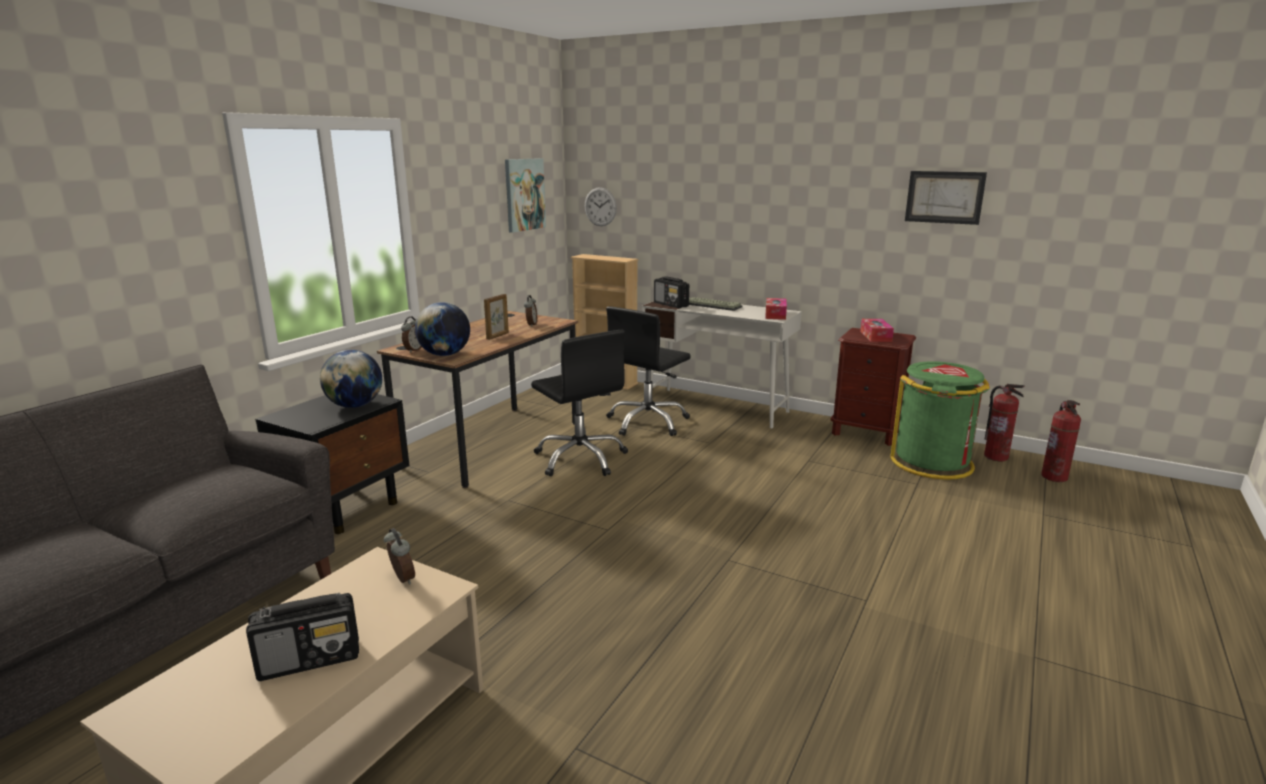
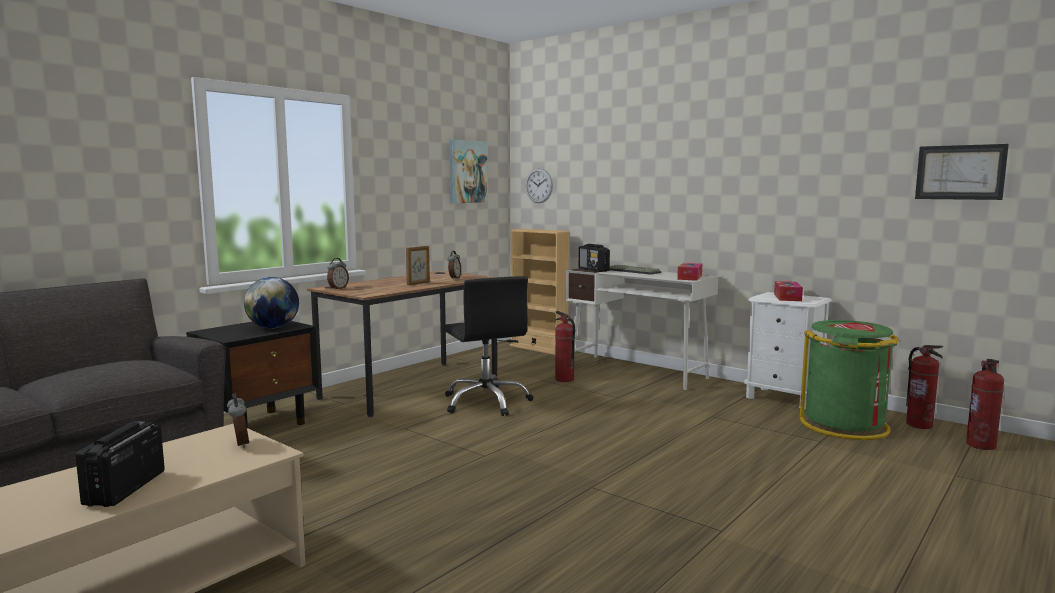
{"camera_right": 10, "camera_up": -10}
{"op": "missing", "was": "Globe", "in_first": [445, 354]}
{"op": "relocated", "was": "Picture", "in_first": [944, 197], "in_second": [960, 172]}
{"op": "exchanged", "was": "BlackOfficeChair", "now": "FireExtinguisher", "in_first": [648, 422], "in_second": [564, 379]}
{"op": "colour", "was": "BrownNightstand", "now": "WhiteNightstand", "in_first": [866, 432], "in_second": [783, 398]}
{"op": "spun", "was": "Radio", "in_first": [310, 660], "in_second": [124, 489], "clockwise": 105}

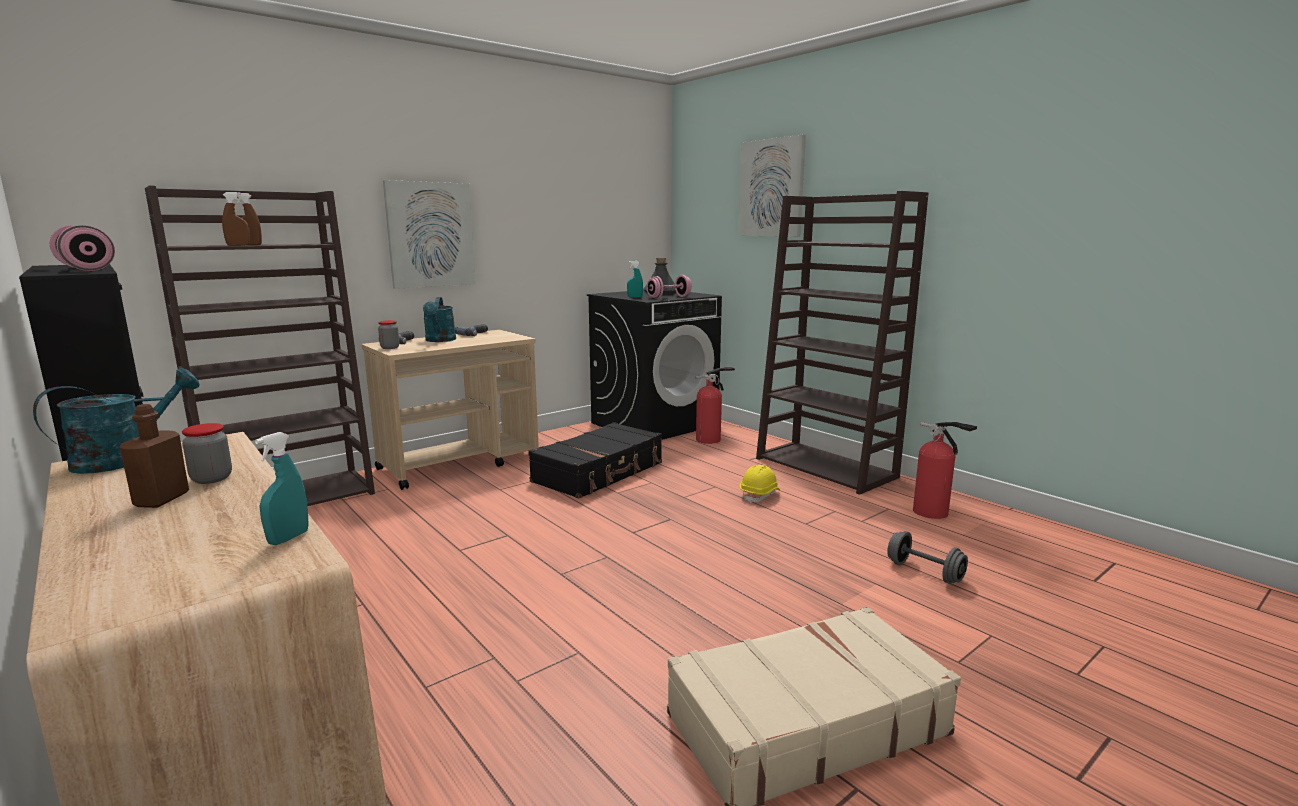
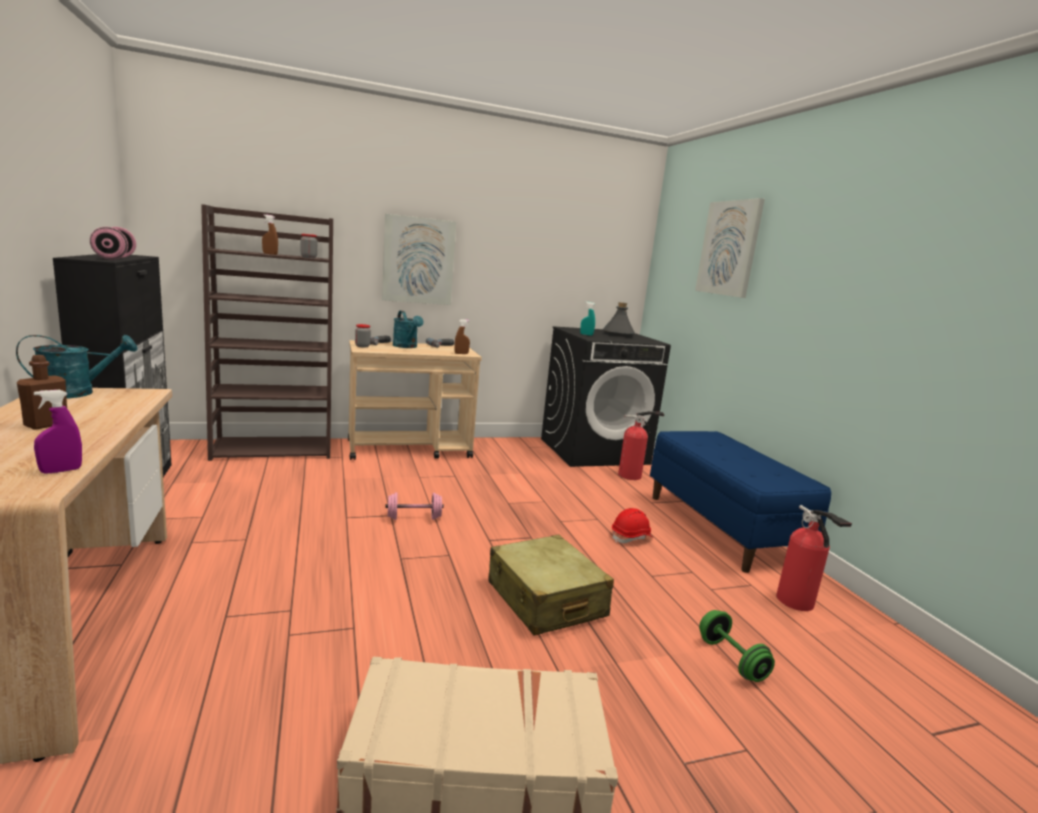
{"camera_right": 20, "camera_up": 0}
{"op": "missing", "was": "BlackSuitcase", "in_first": [599, 473]}
{"op": "appeared", "now": "BeigeSuitcase", "in_second": [545, 600]}
{"op": "relocated", "was": "Jar", "in_first": [211, 478], "in_second": [308, 257]}
{"op": "relocated", "was": "BrownSprayBottle", "in_first": [238, 245], "in_second": [461, 353]}
{"op": "relocated", "was": "PinkDumbbell", "in_first": [669, 297], "in_second": [414, 518]}
{"op": "exchanged", "was": "BrownBookcase", "now": "BlueBench", "in_first": [827, 468], "in_second": [722, 528]}
{"op": "colour", "was": "TurquoiseSprayBottle", "now": "PurpleSprayBottle", "in_first": [288, 538], "in_second": [61, 470]}
{"op": "colour", "was": "YellowHardHat", "now": "RedHardHat", "in_first": [760, 495], "in_second": [631, 537]}
{"op": "colour", "was": "GreyDumbbell", "now": "GreenDumbbell", "in_first": [924, 572], "in_second": [731, 660]}
{"op": "spun", "was": "TurquoiseWateringCan", "in_first": [440, 340], "in_second": [407, 346], "clockwise": -45}

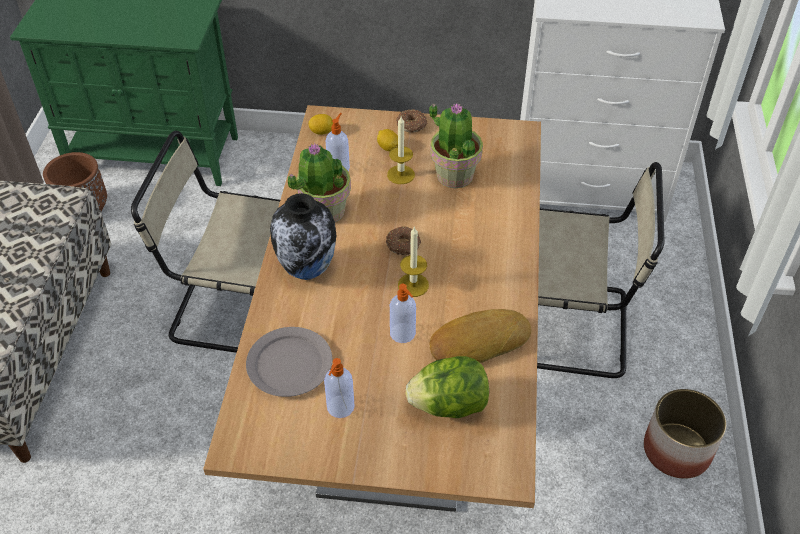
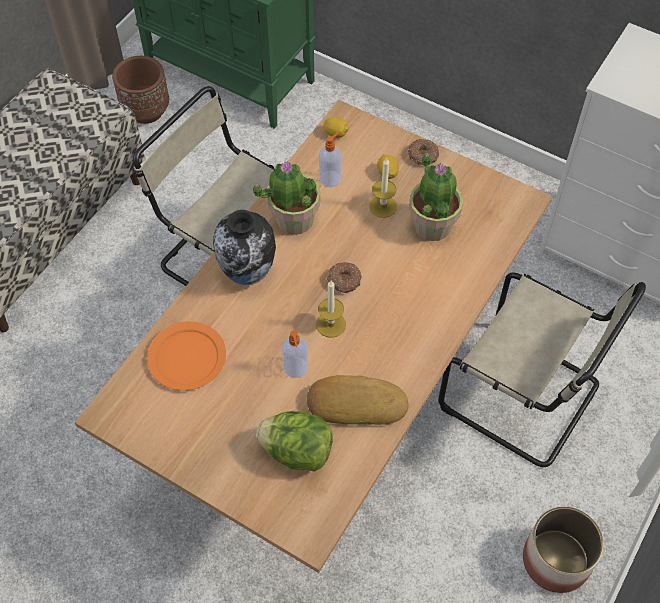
{"camera_right": 25, "camera_up": 10}
{"op": "missing", "was": "SoapDispenser", "in_first": [340, 407]}
{"op": "colour", "was": "GreyPlate", "now": "OrangePlate", "in_first": [290, 364], "in_second": [187, 358]}

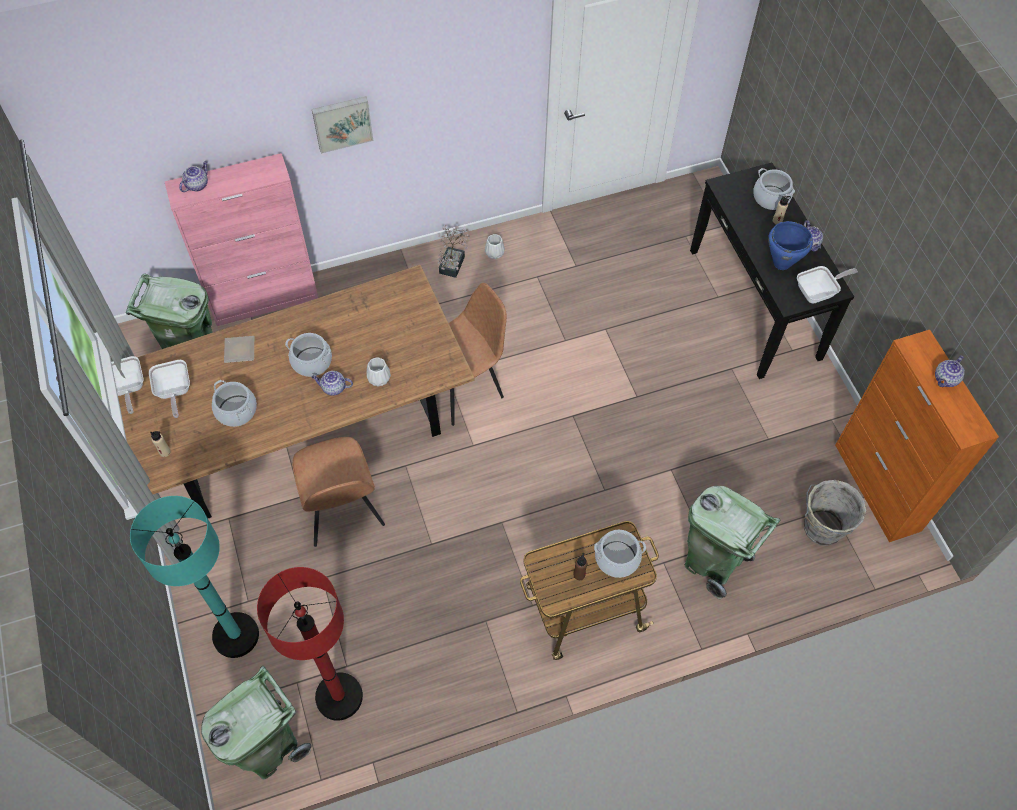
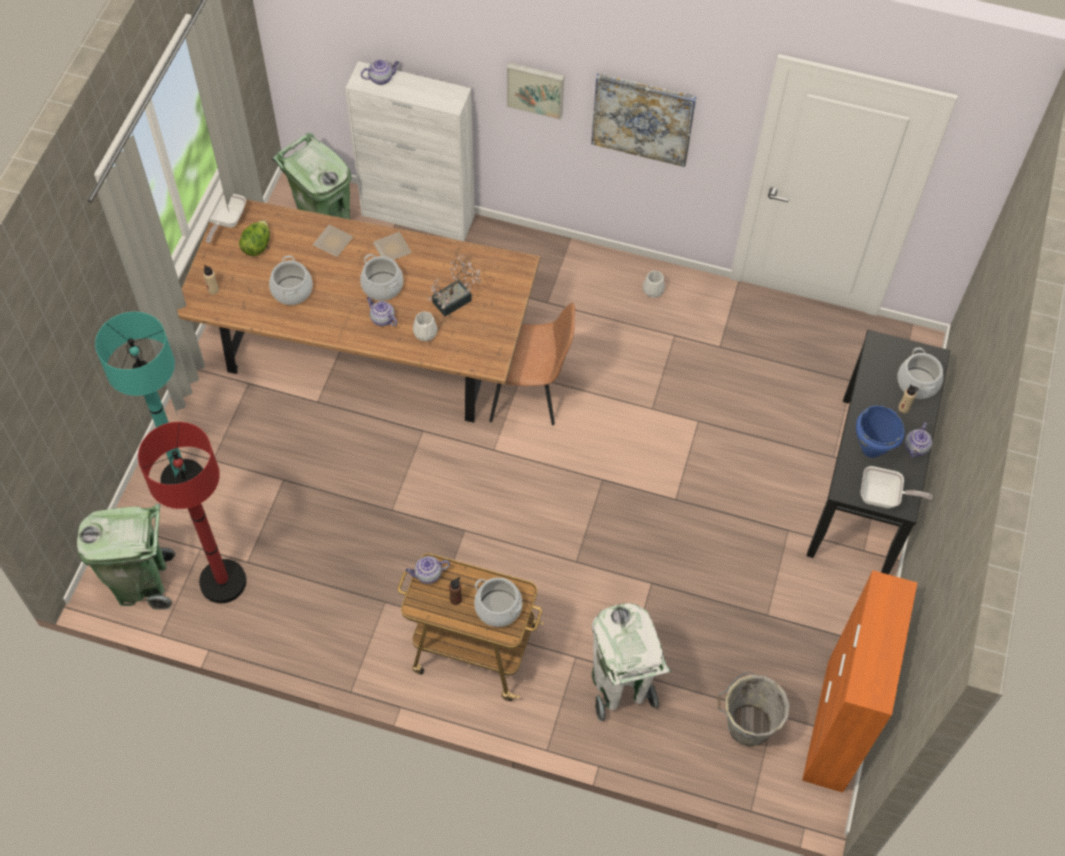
{"camera_right": 35, "camera_up": 0}
{"op": "missing", "was": "BrownChair", "in_first": [342, 510]}
{"op": "appeared", "now": "Plate", "in_second": [392, 247]}
{"op": "appeared", "now": "Picture", "in_second": [643, 119]}
{"op": "relocated", "was": "PottedPlant", "in_first": [453, 262], "in_second": [456, 299]}
{"op": "relocated", "was": "Teapot", "in_first": [945, 379], "in_second": [428, 574]}
{"op": "exchanged", "was": "FryingPan", "now": "Lettuce", "in_first": [174, 392], "in_second": [257, 246]}
{"op": "colour", "was": "PinkCabinet", "now": "WhiteCabinet", "in_first": [265, 300], "in_second": [418, 216]}
{"op": "colour", "was": "GreenTrashCan", "now": "WhiteTrashCan", "in_first": [713, 563], "in_second": [620, 687]}

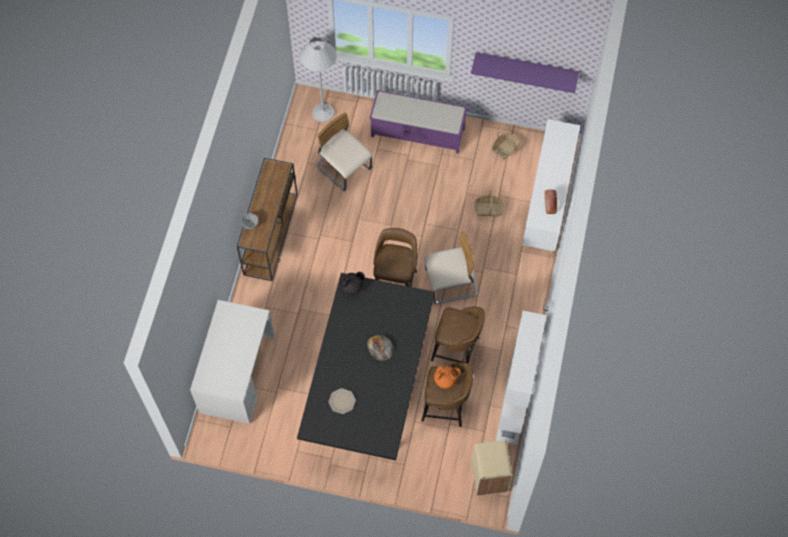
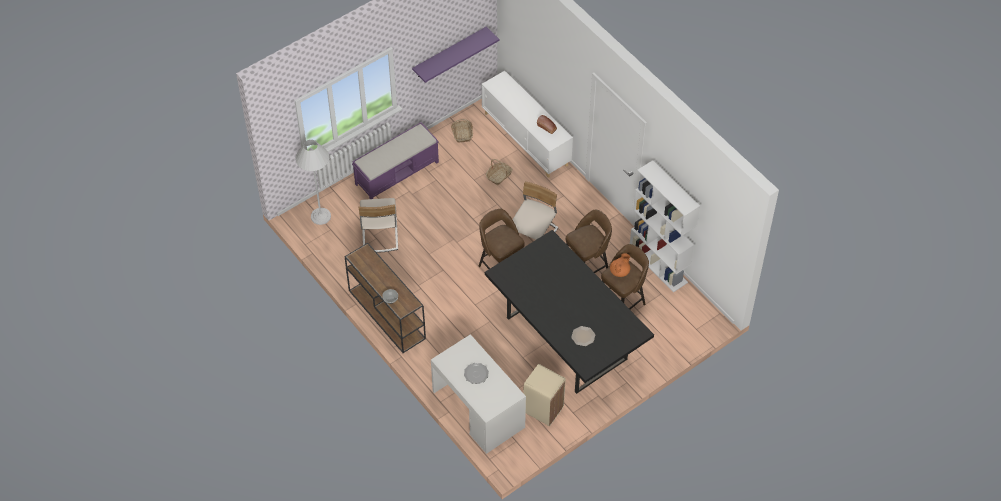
{"camera_right": -50, "camera_up": -10}
{"op": "missing", "was": "BlackTeapot", "in_first": [352, 286]}
{"op": "missing", "was": "Bread", "in_first": [380, 347]}
{"op": "appeared", "now": "Plate", "in_second": [476, 374]}
{"op": "relocated", "was": "BeigeTrashCan", "in_first": [489, 478], "in_second": [543, 410]}
{"op": "spun", "was": "BeigeChair", "in_first": [344, 168], "in_second": [379, 235], "clockwise": -90}

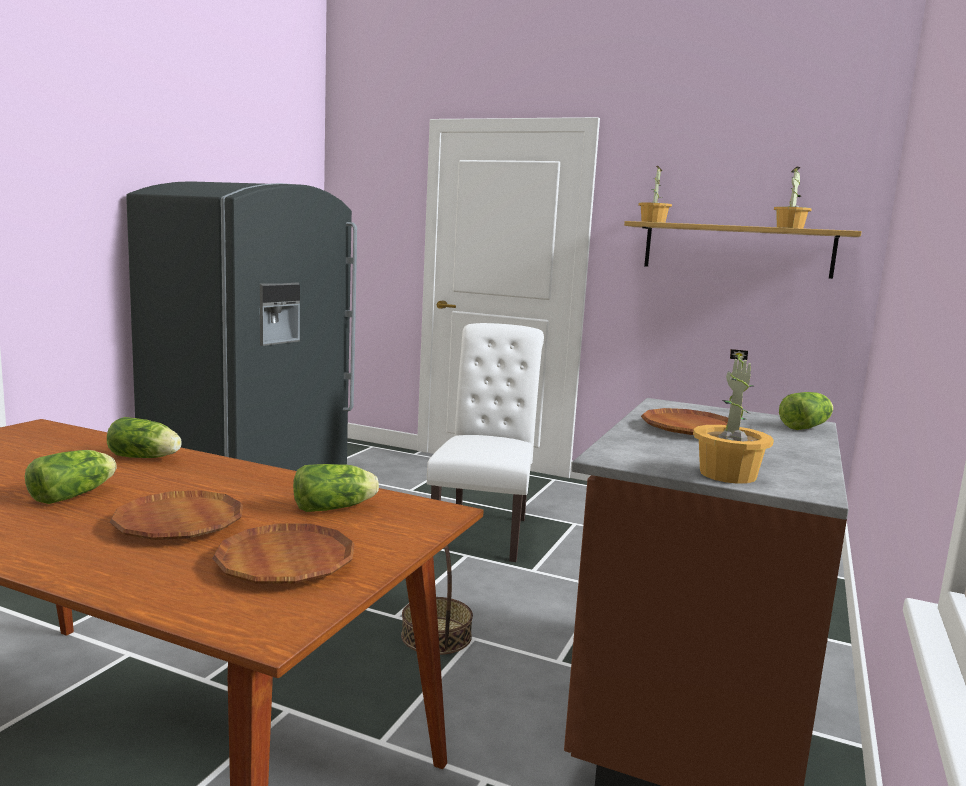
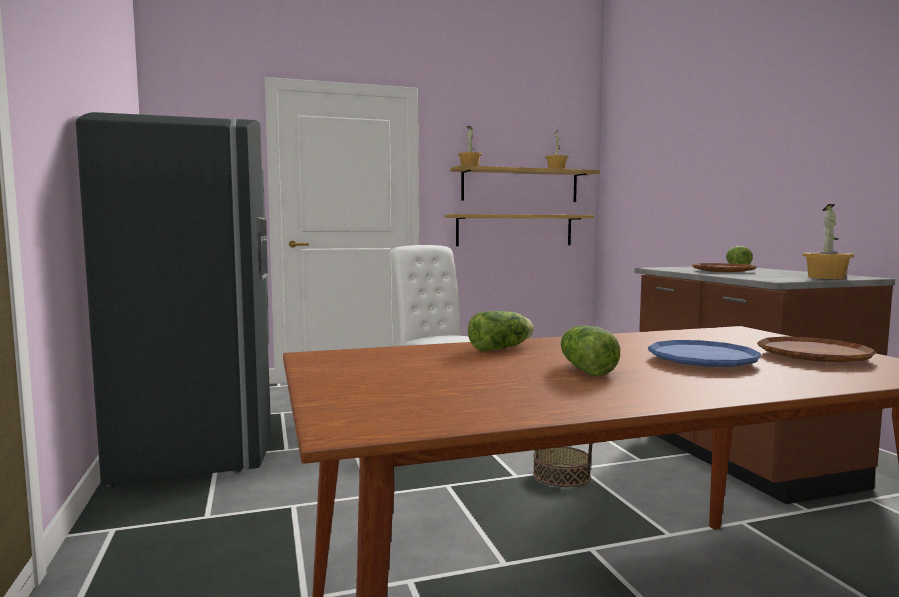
{"camera_right": -40, "camera_up": -5}
{"op": "missing", "was": "Lettuce", "in_first": [336, 508]}
{"op": "appeared", "now": "Shelf", "in_second": [514, 230]}
{"op": "colour", "was": "BrownPlate", "now": "BluePlate", "in_first": [179, 524], "in_second": [702, 361]}

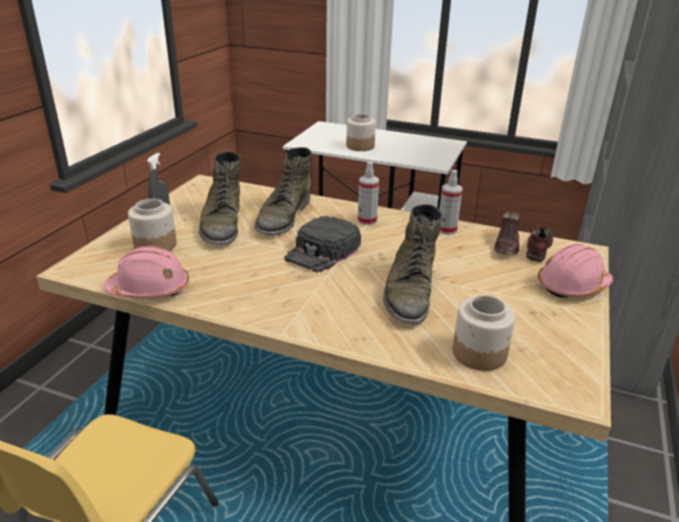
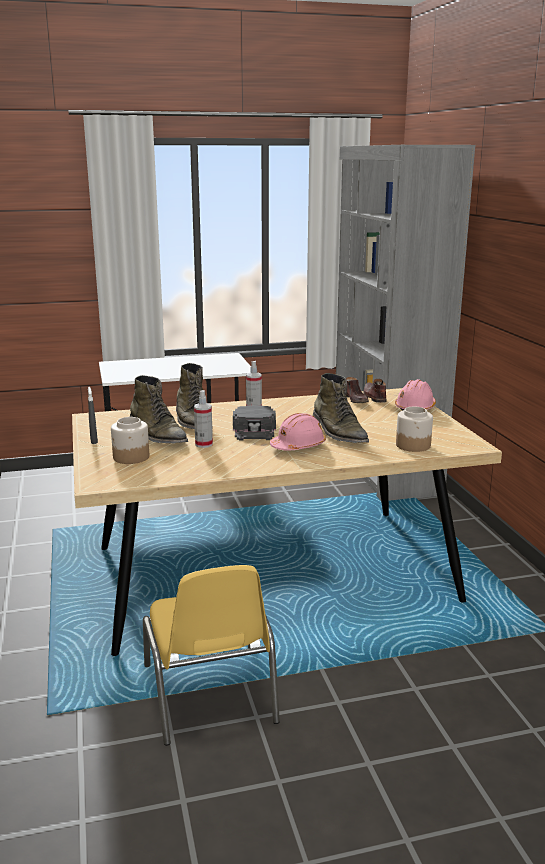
{"camera_right": -35, "camera_up": -10}
{"op": "missing", "was": "Jar", "in_first": [360, 146]}
{"op": "relocated", "was": "PinkHardHat", "in_first": [150, 289], "in_second": [298, 446]}
{"op": "relocated", "was": "SprayBottle", "in_first": [447, 230], "in_second": [204, 444]}

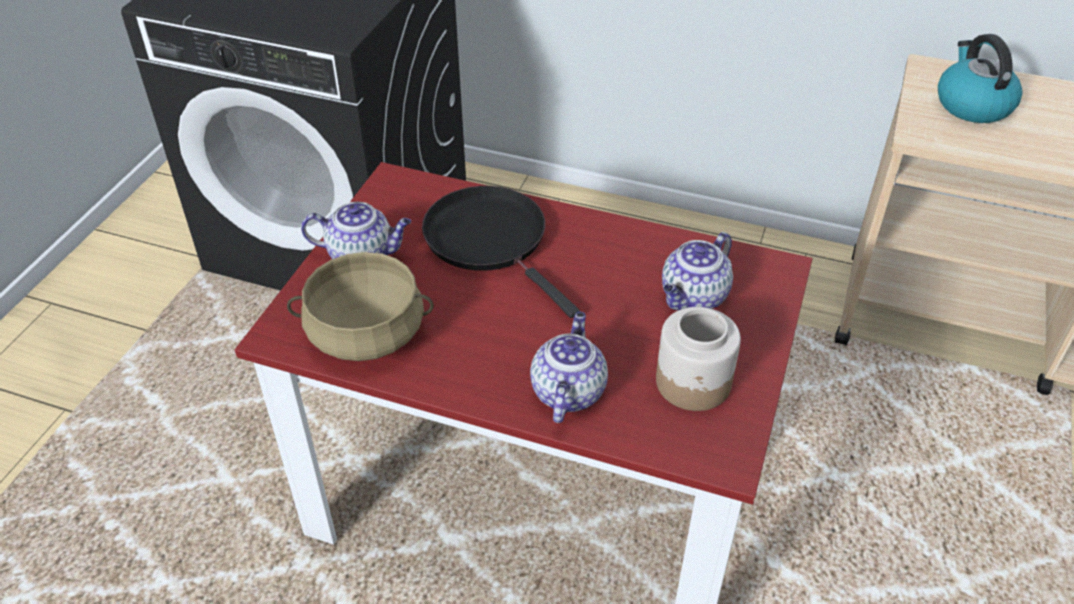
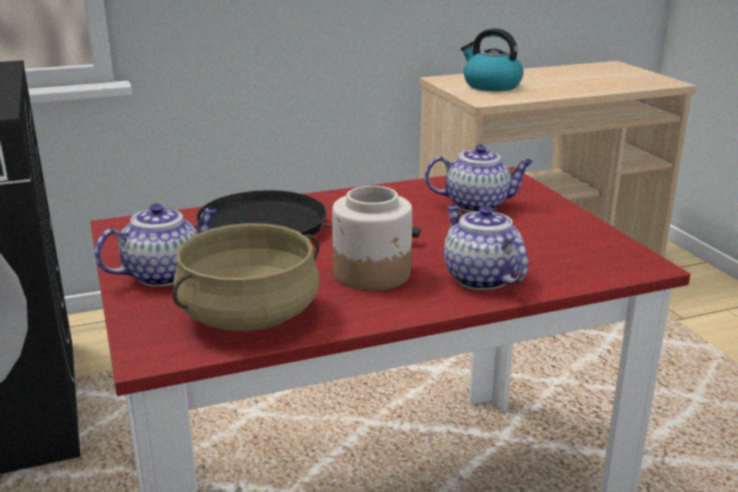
{"camera_right": -40, "camera_up": -20}
{"op": "relocated", "was": "Jar", "in_first": [693, 383], "in_second": [373, 273]}
{"op": "spun", "was": "Teapot", "in_first": [694, 298], "in_second": [478, 205], "clockwise": -90}

